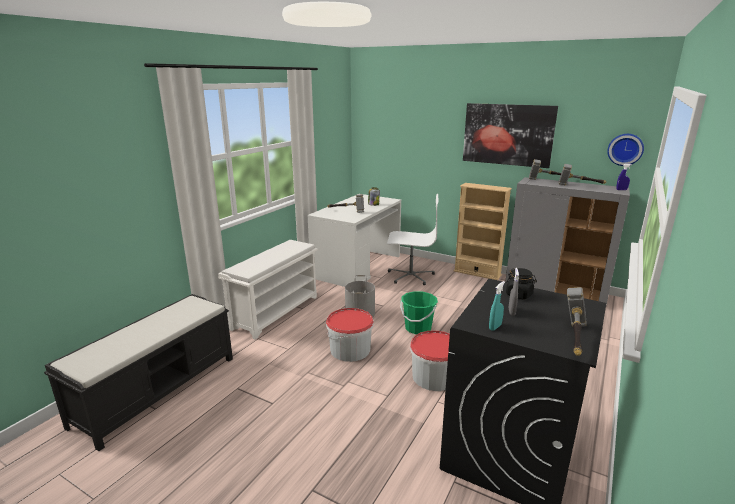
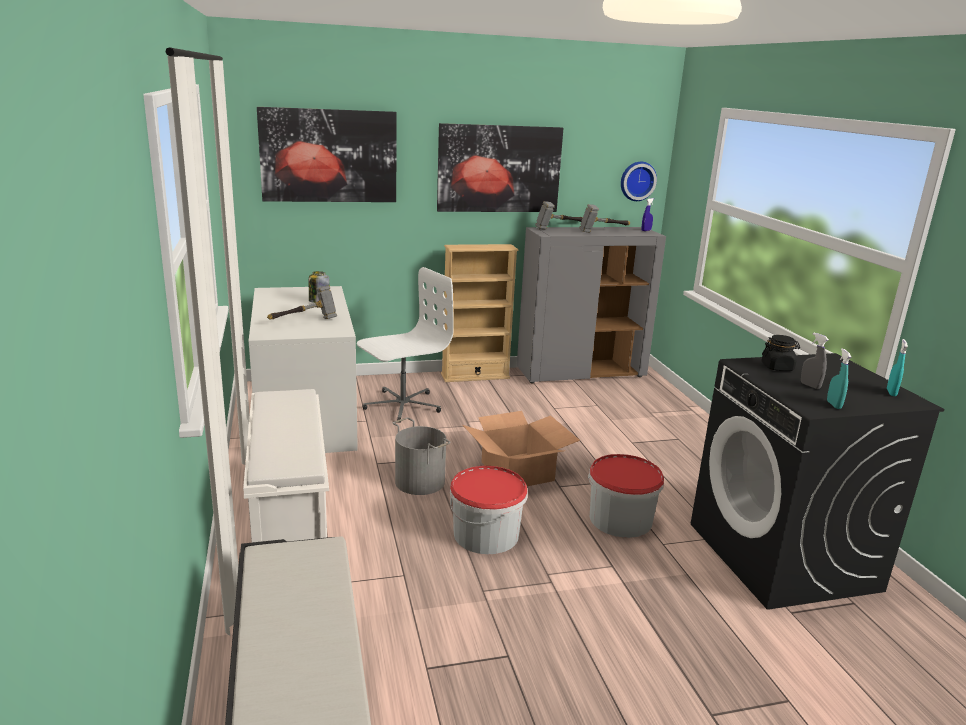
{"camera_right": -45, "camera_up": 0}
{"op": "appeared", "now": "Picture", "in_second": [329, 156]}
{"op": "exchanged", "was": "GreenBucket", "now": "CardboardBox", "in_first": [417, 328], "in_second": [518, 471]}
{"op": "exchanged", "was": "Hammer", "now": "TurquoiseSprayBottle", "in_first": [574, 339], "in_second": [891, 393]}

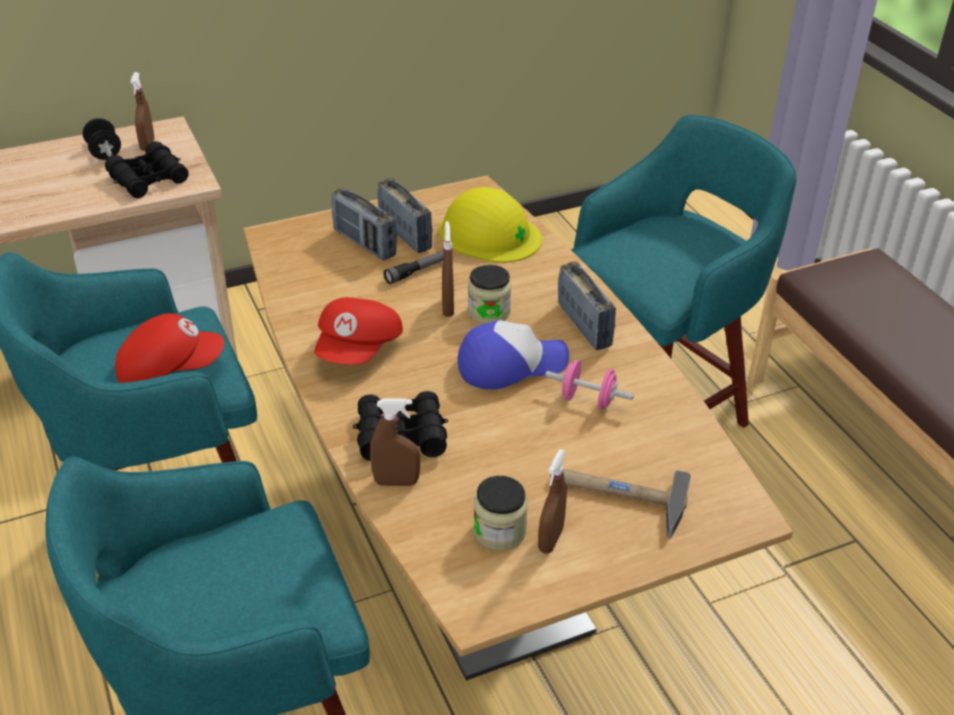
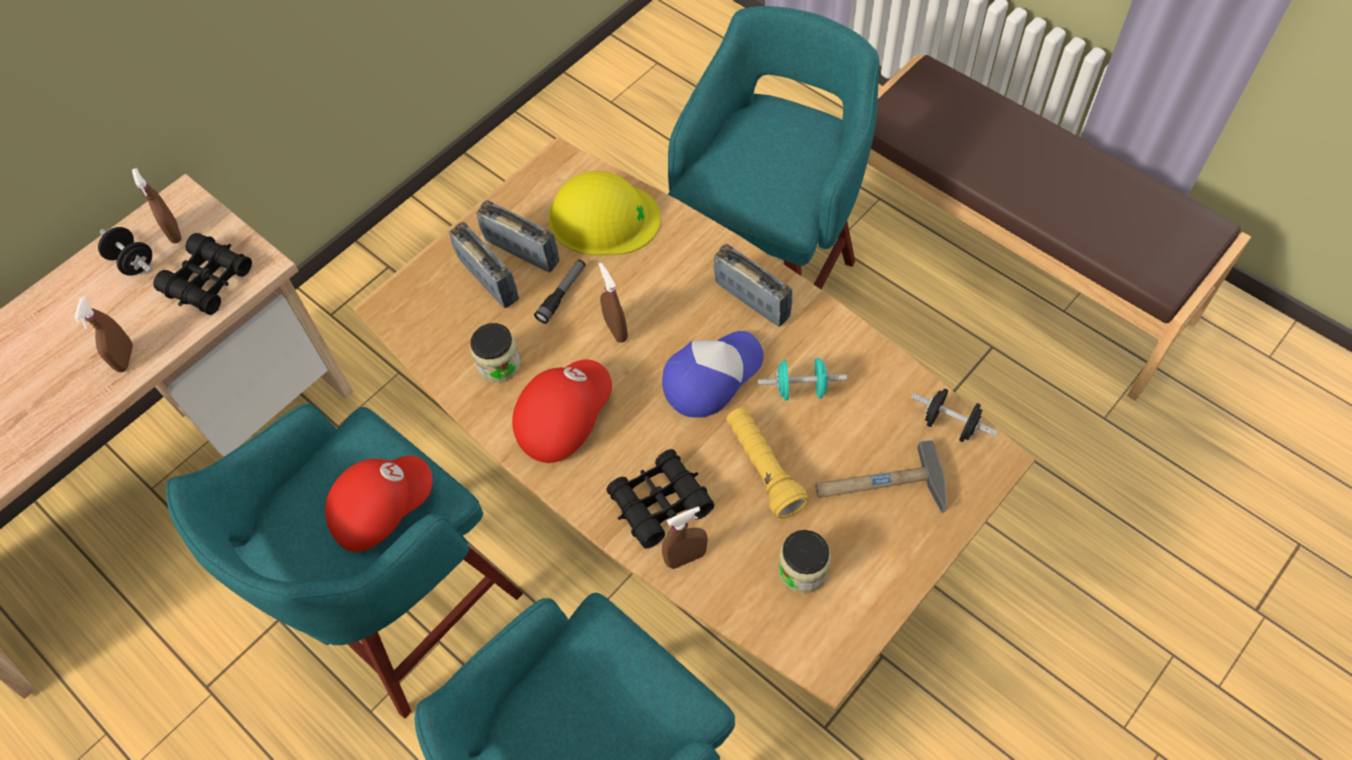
{"camera_right": -20, "camera_up": 20}
{"op": "appeared", "now": "YellowFlashlight", "in_second": [763, 468]}
{"op": "appeared", "now": "BlackDumbbell", "in_second": [950, 425]}
{"op": "relocated", "was": "Jar", "in_first": [488, 312], "in_second": [499, 364]}
{"op": "relocated", "was": "BrownSprayBottle", "in_first": [550, 539], "in_second": [125, 358]}
{"op": "colour", "was": "PinkDumbbell", "now": "TurquoiseDumbbell", "in_first": [587, 400], "in_second": [801, 389]}
{"op": "spun", "was": "RedCap", "in_first": [359, 350], "in_second": [563, 418], "clockwise": -135}
{"op": "spun", "was": "Radio", "in_first": [364, 243], "in_second": [489, 280], "clockwise": -150}

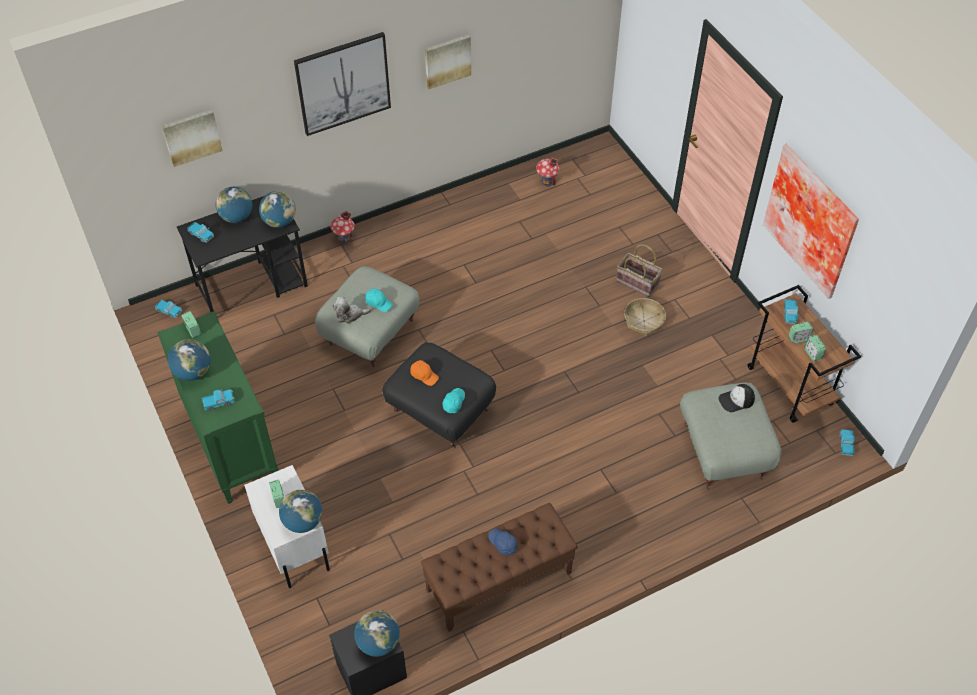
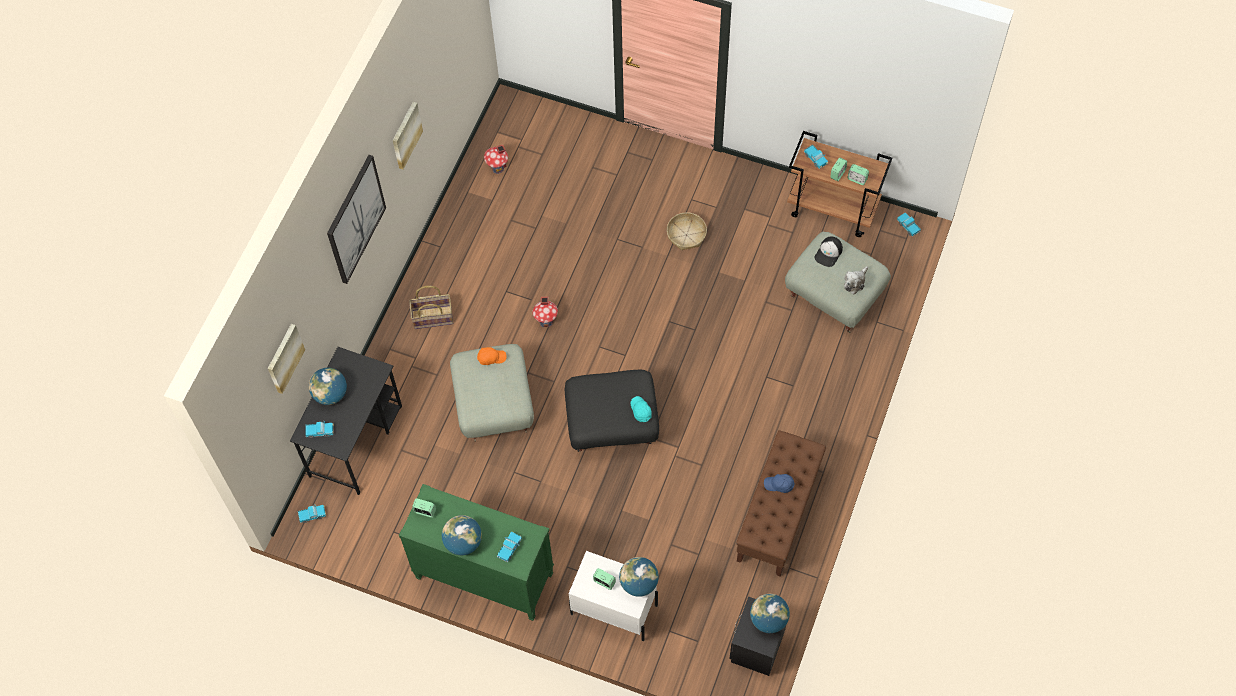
{"camera_right": -40, "camera_up": 10}
{"op": "missing", "was": "Globe", "in_first": [279, 221]}
{"op": "missing", "was": "TurquoiseCap", "in_first": [378, 303]}
{"op": "missing", "was": "Picture", "in_first": [813, 220]}
{"op": "relocated", "was": "ToyHouse", "in_first": [344, 239], "in_second": [546, 321]}
{"op": "relocated", "was": "PlushToy", "in_first": [350, 315], "in_second": [855, 282]}
{"op": "relocated", "was": "OrangeCap", "in_first": [424, 375], "in_second": [491, 357]}
{"op": "relocated", "was": "Basket", "in_first": [638, 282], "in_second": [433, 317]}

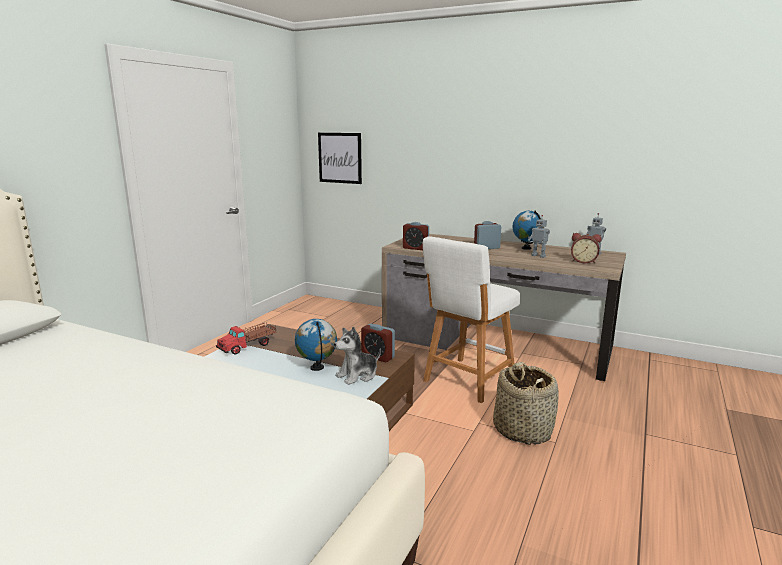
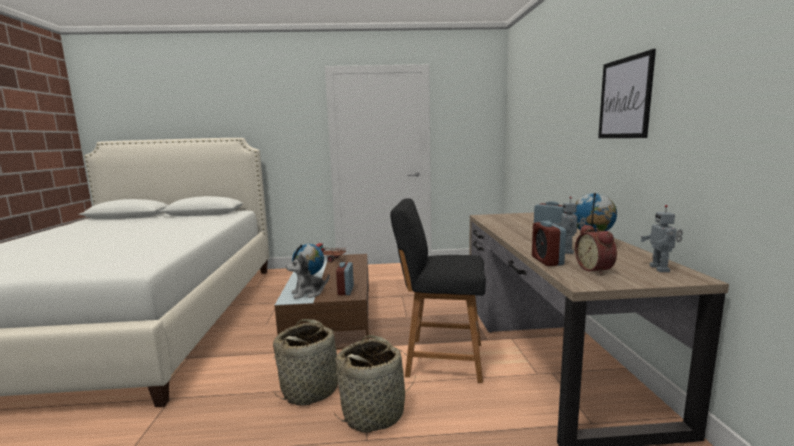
{"camera_right": 60, "camera_up": -5}
{"op": "appeared", "now": "Basket", "in_second": [311, 389]}
{"op": "relocated", "was": "Picture", "in_first": [340, 158], "in_second": [625, 98]}
{"op": "relocated", "was": "AlarmClock", "in_first": [415, 248], "in_second": [547, 261]}
{"op": "colour", "was": "WhiteStool", "now": "BlackStool", "in_first": [467, 381], "in_second": [440, 359]}
{"op": "spun", "was": "PlushToy", "in_first": [357, 375], "in_second": [308, 293], "clockwise": -45}

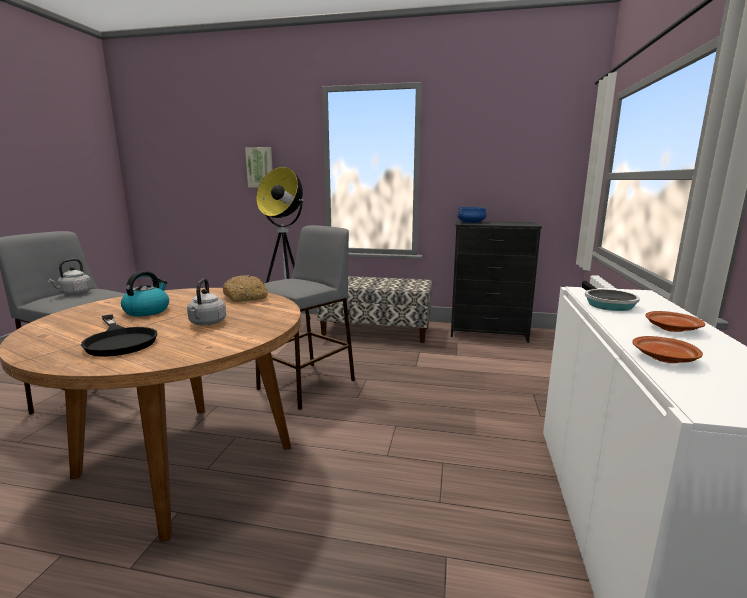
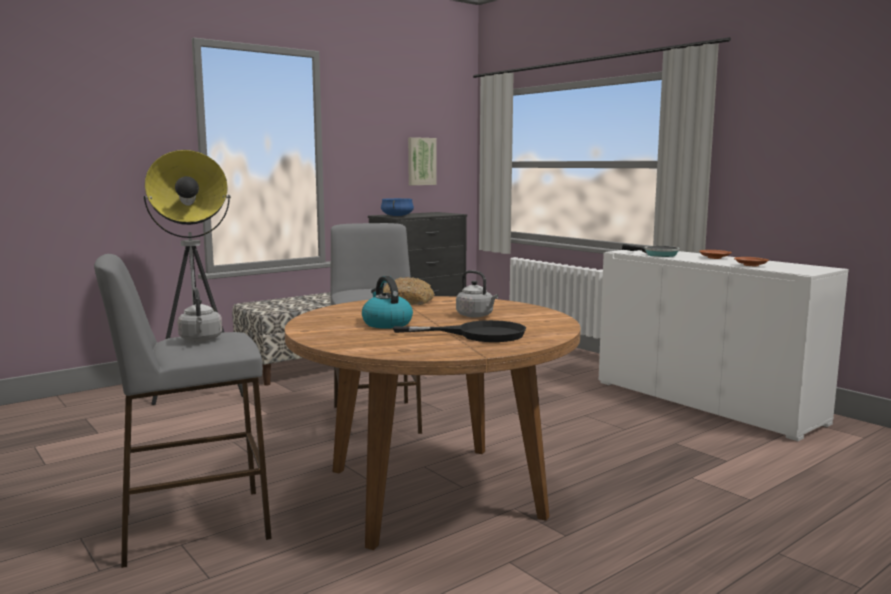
{"camera_right": -50, "camera_up": -5}
{"op": "relocated", "was": "Picture", "in_first": [260, 167], "in_second": [421, 161]}

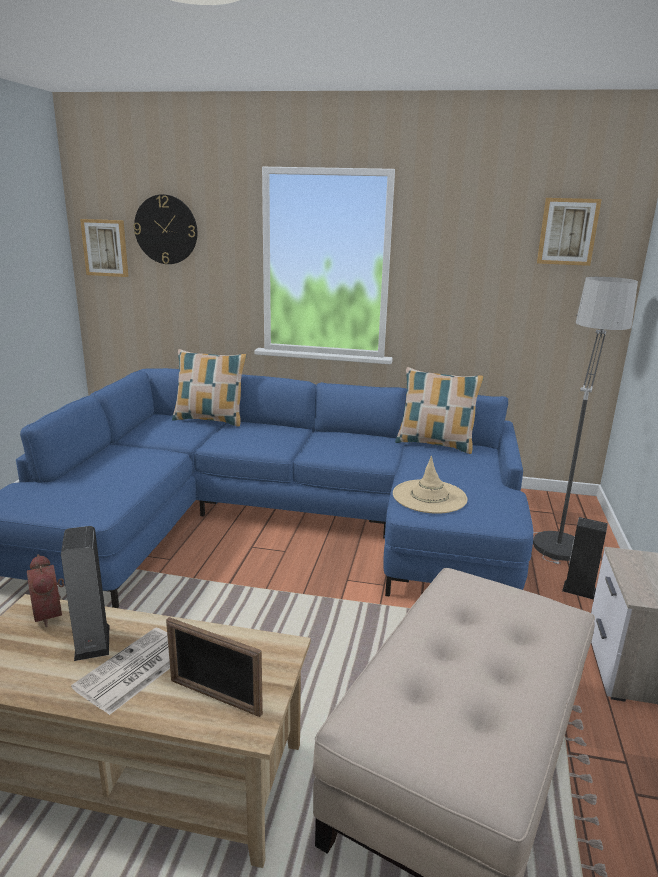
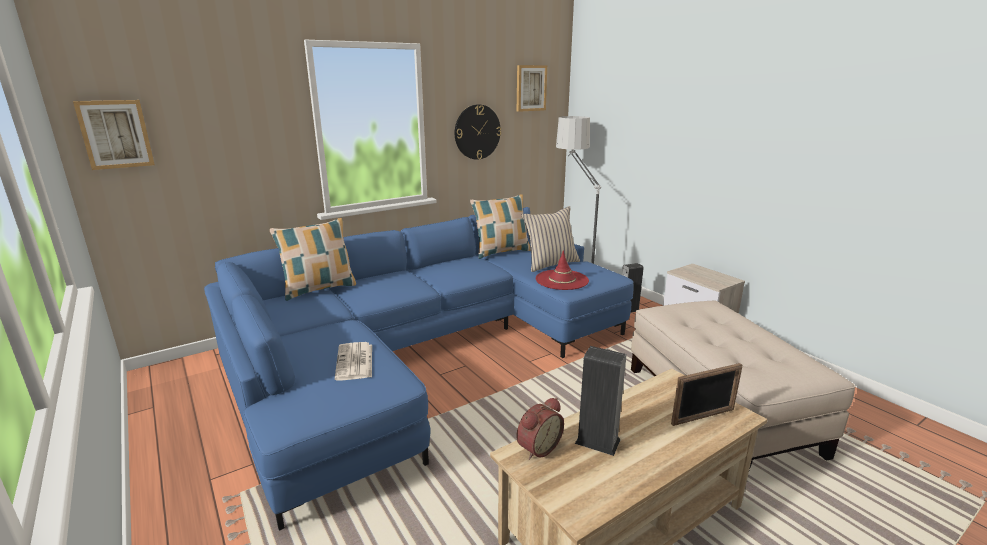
{"camera_right": -45, "camera_up": 0}
{"op": "appeared", "now": "BeigePillow", "in_second": [550, 264]}
{"op": "relocated", "was": "Newspaper", "in_first": [134, 671], "in_second": [355, 362]}
{"op": "relocated", "was": "WallClock", "in_first": [166, 229], "in_second": [477, 132]}
{"op": "colour", "was": "BeigeHat", "now": "RedHat", "in_first": [429, 497], "in_second": [562, 280]}
{"op": "spun", "was": "AlarmClock", "in_first": [51, 613], "in_second": [537, 447], "clockwise": -60}

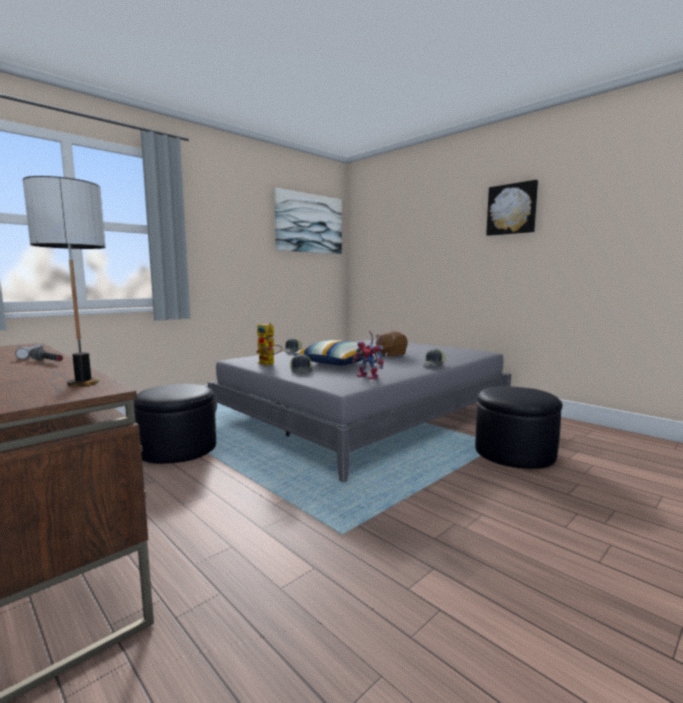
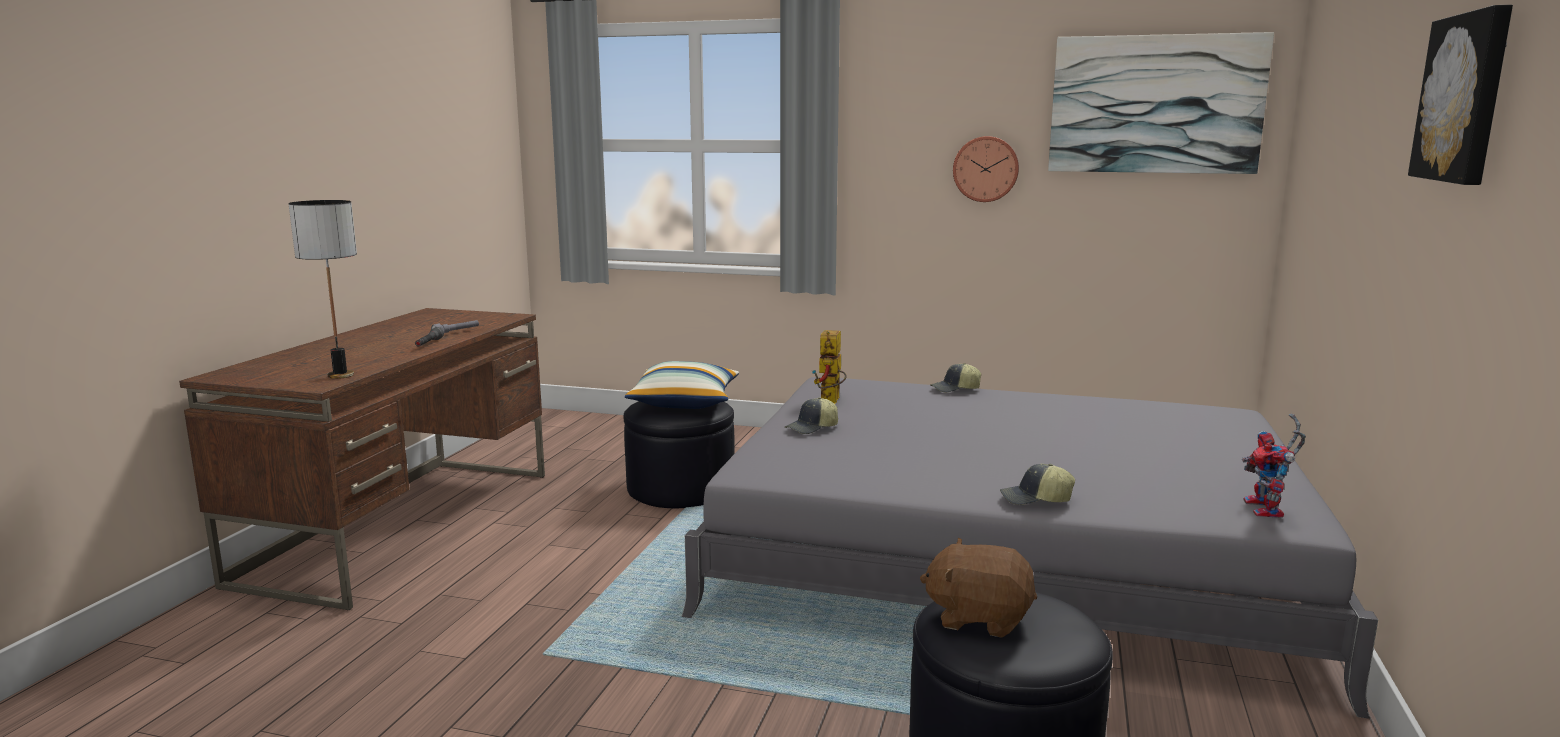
{"camera_right": 60, "camera_up": 5}
{"op": "appeared", "now": "WallClock", "in_second": [986, 169]}
{"op": "relocated", "was": "Pillow", "in_first": [337, 363], "in_second": [685, 402]}
{"op": "relocated", "was": "ToyRobot", "in_first": [370, 377], "in_second": [1268, 511]}
{"op": "relocated", "was": "BrownPlushToy", "in_first": [390, 355], "in_second": [979, 618]}

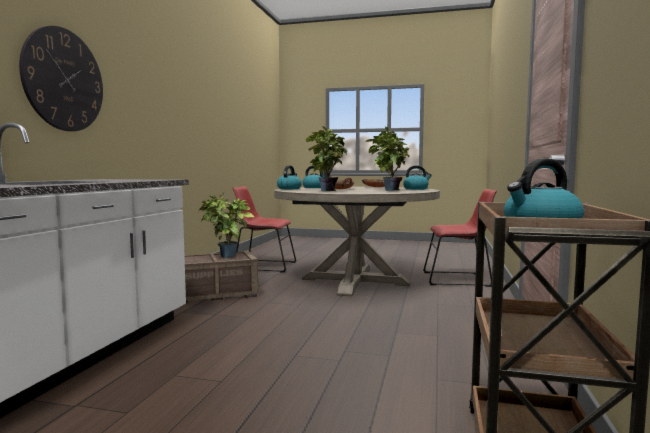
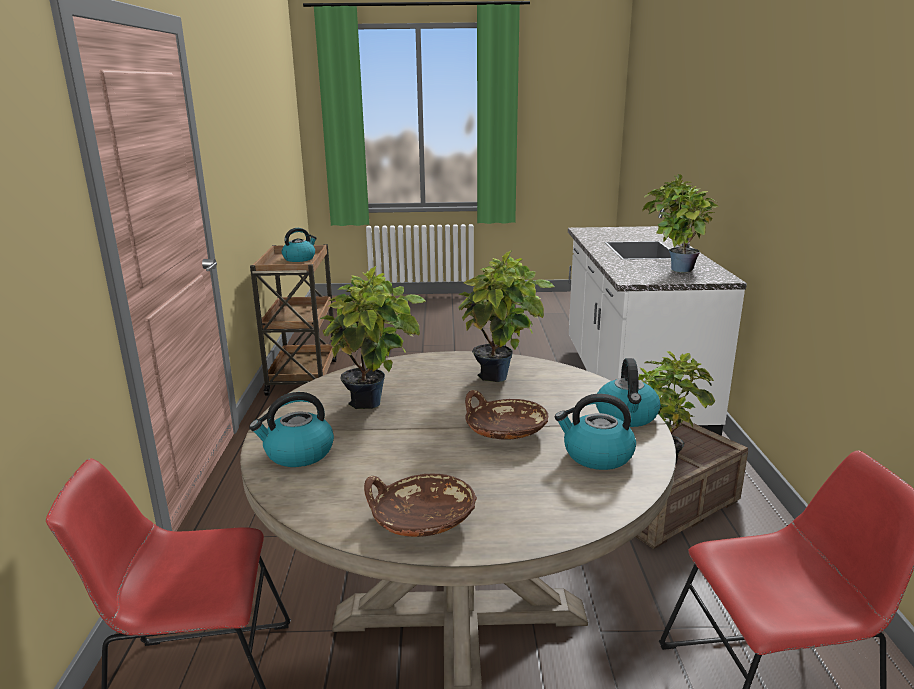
{"camera_right": 165, "camera_up": 15}
{"op": "missing", "was": "WallClock", "in_first": [64, 80]}
{"op": "appeared", "now": "PottedPlant", "in_second": [675, 269]}

